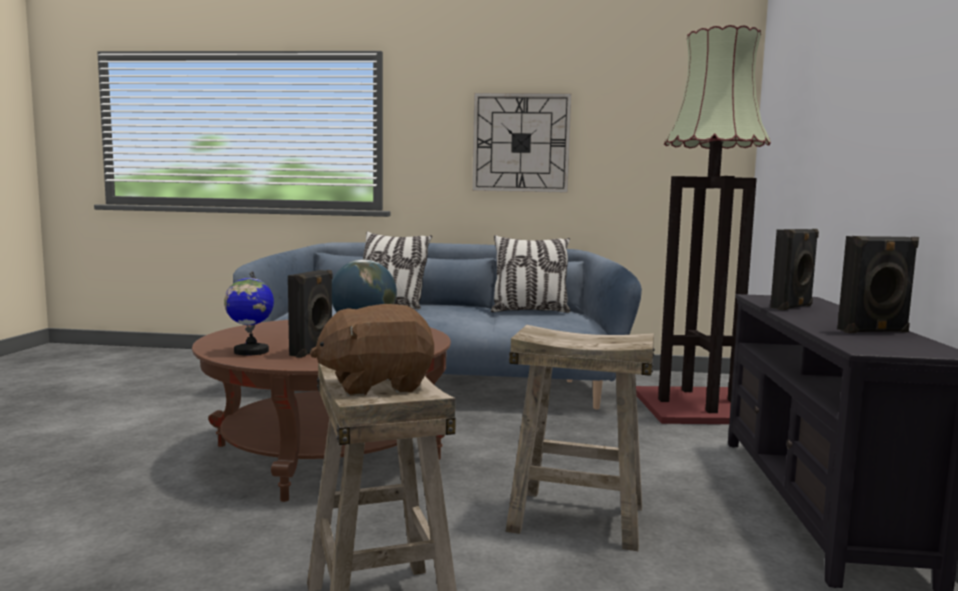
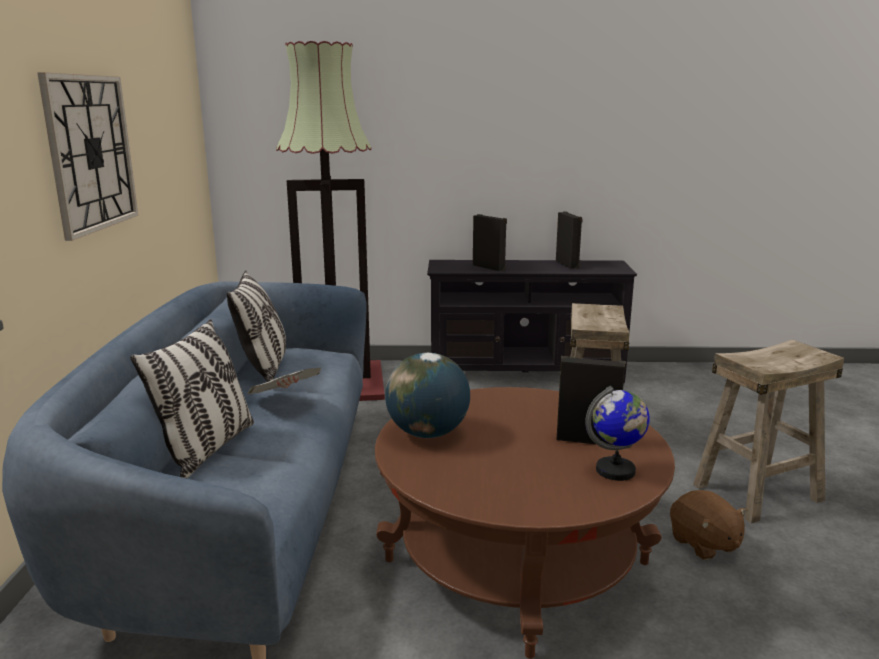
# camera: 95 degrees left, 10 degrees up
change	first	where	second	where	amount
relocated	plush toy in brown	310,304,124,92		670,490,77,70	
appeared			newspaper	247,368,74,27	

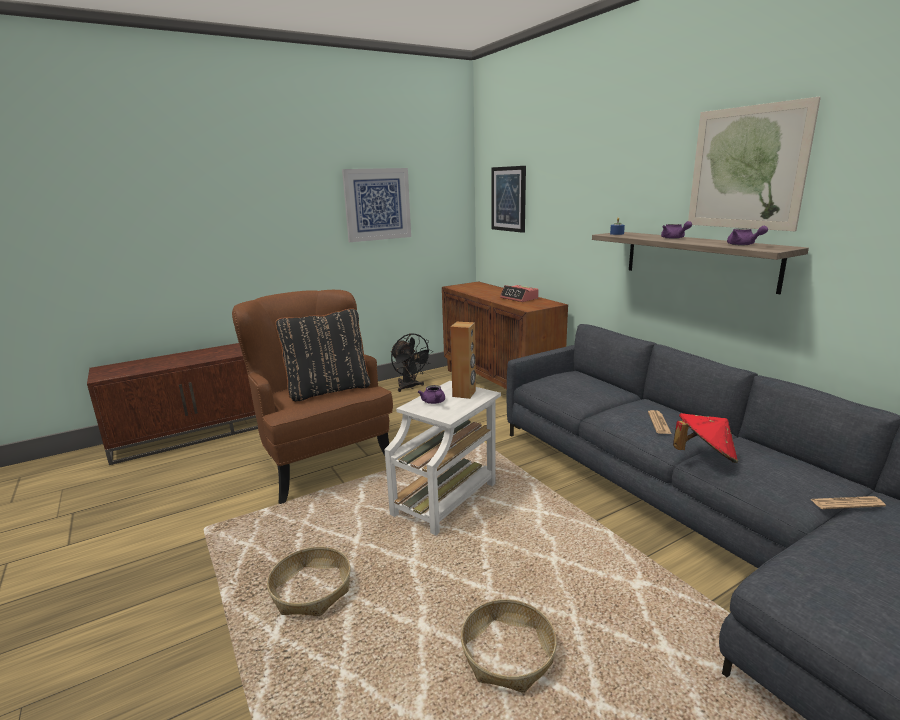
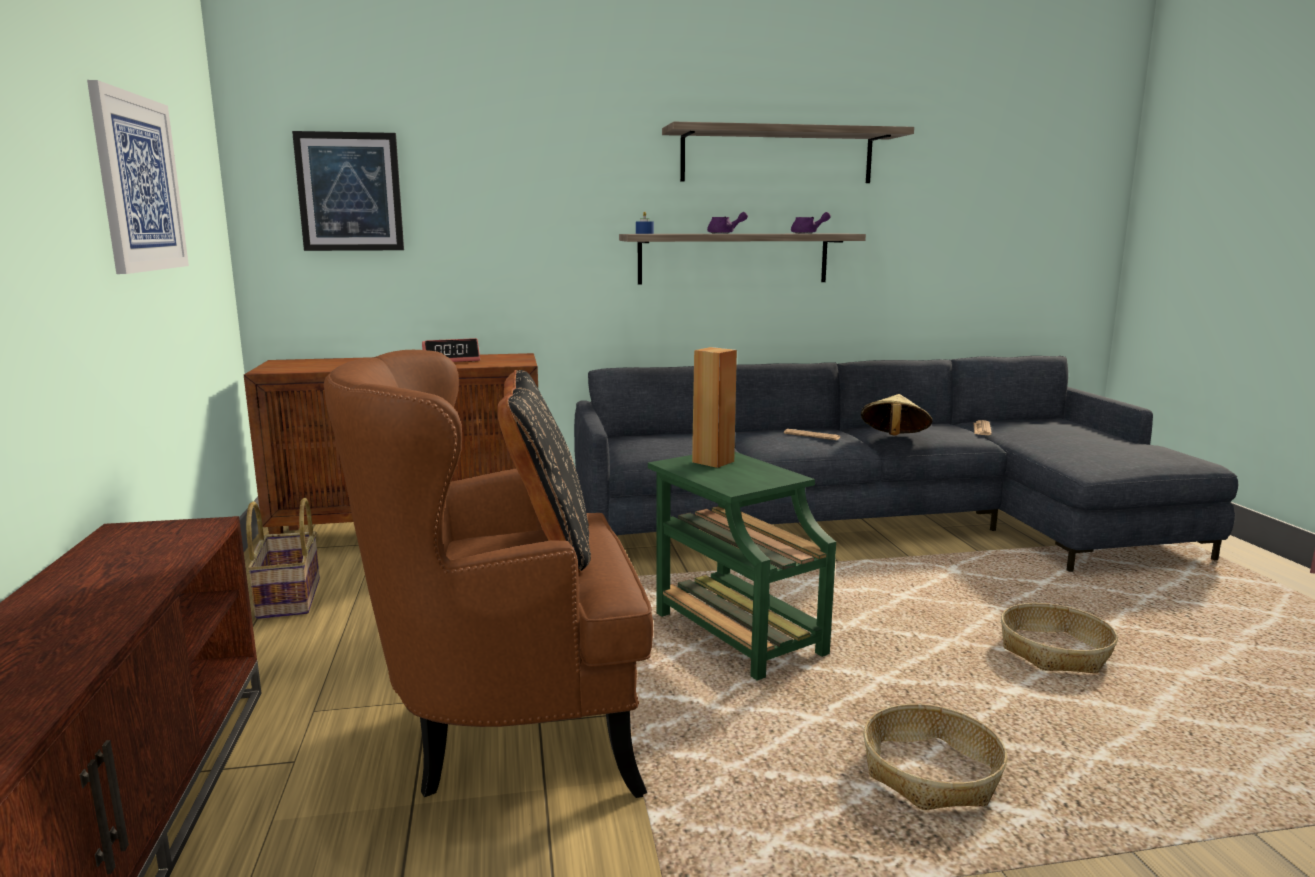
# camera: 70 degrees left, 5 degrees down
change	first	where	second	where	amount
exchanged	picture	688,97,133,134	shelf	662,122,252,61	
exchanged	fan in black	391,333,42,59	basket	246,498,74,121	
colour	side table in white	384,381,117,154	side table in green	648,452,188,229	
missing	teapot in purple	418,385,27,19			
colour	hat in red	673,413,65,50	hat in beige	861,394,72,41	

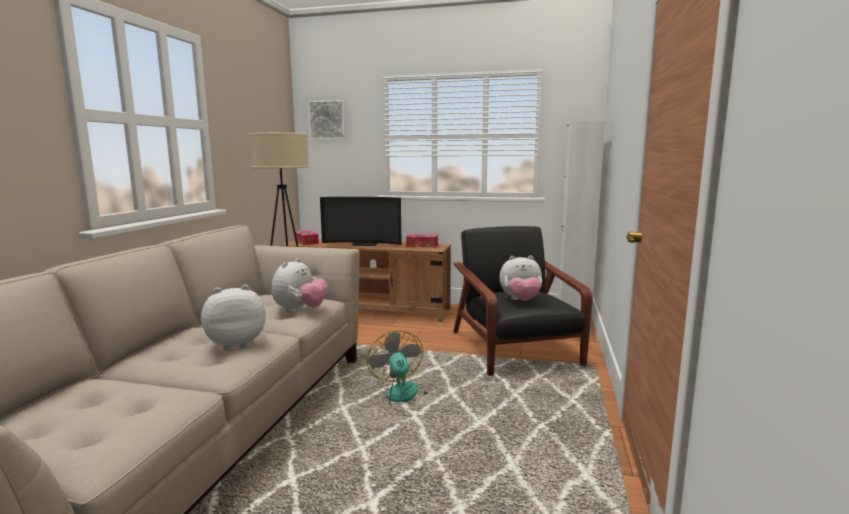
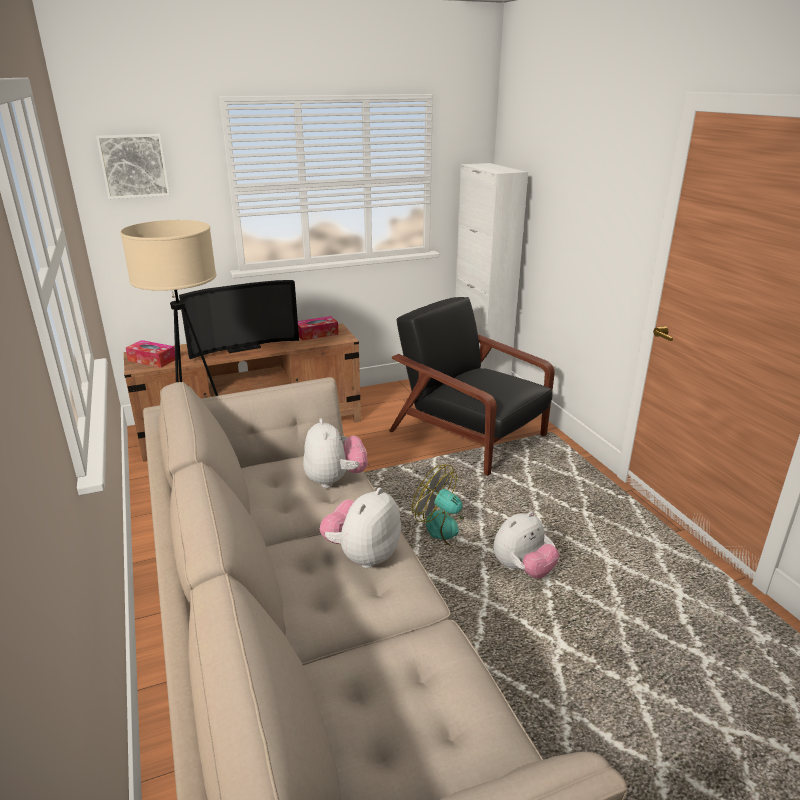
# camera: 35 degrees left, 15 degrees up
change	first	where	second	where	amount
relocated	plush toy	499,256,43,45		493,511,66,68	

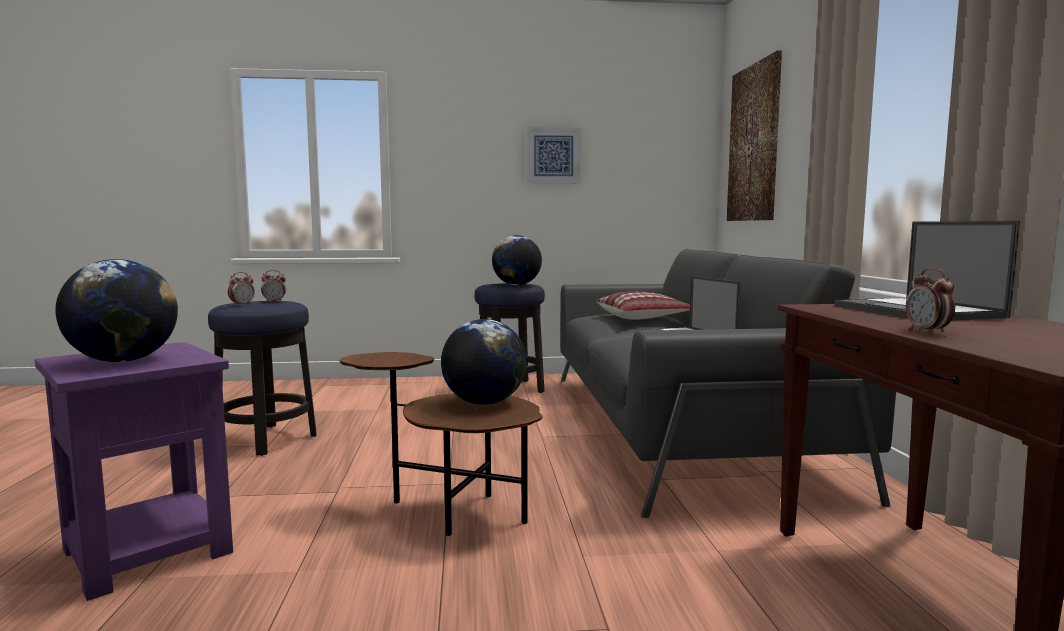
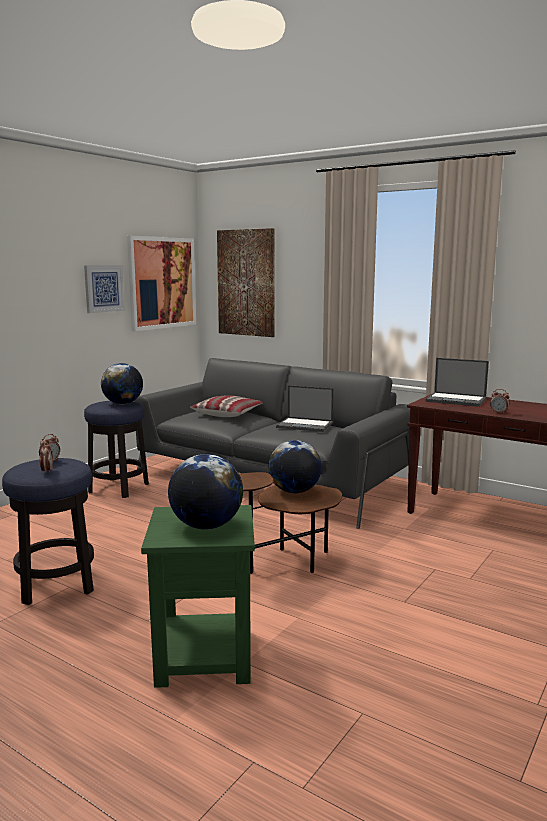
# camera: 50 degrees left, 5 degrees up
change	first	where	second	where	amount
colour	side table in purple	35,342,198,259	side table in green	141,505,114,183	
appeared			picture	127,236,69,95	

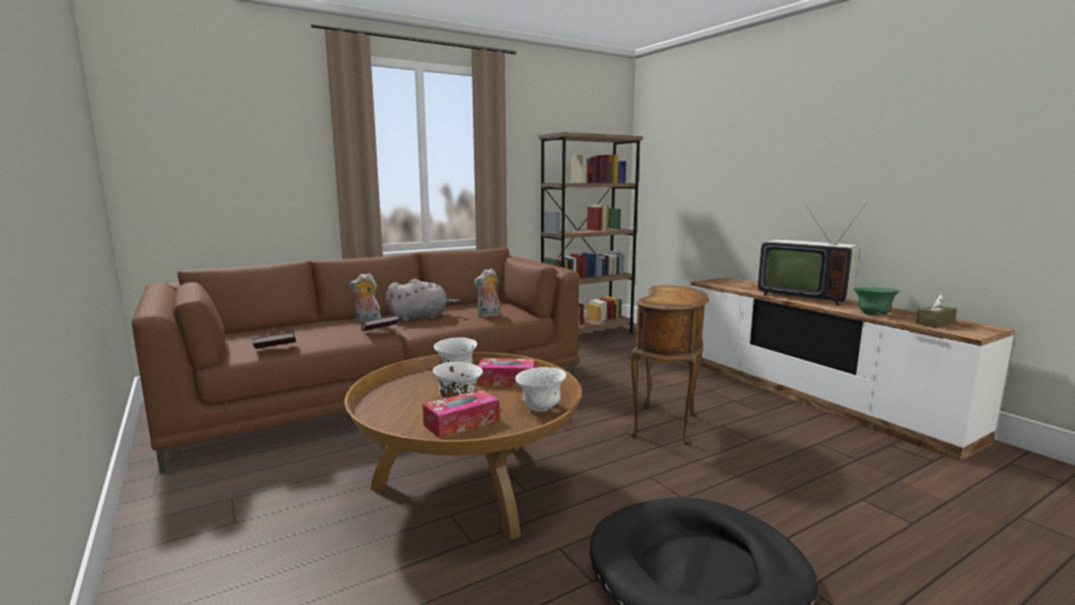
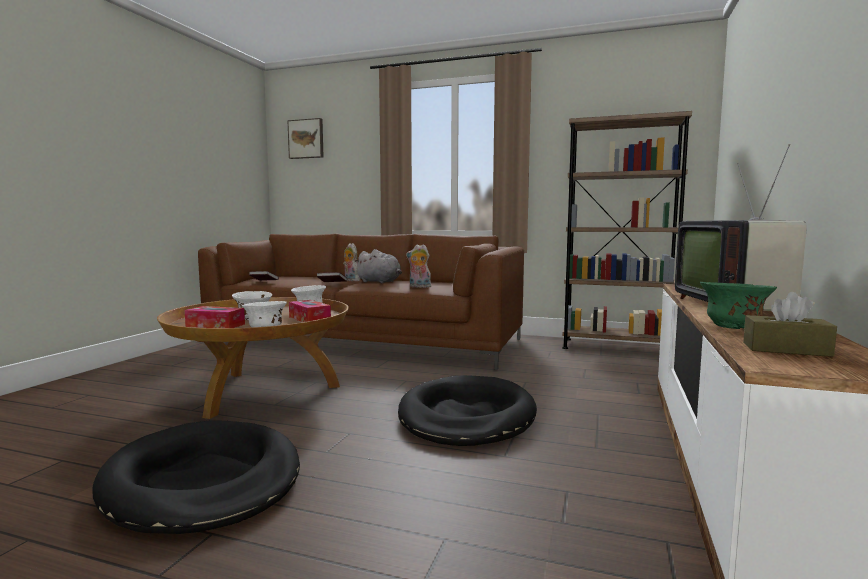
# camera: 50 degrees right, 5 degrees down
change	first	where	second	where	amount
exchanged	side table in brown	630,285,79,160	dog bed in black	398,375,139,71	
appeared			picture	287,118,37,41	

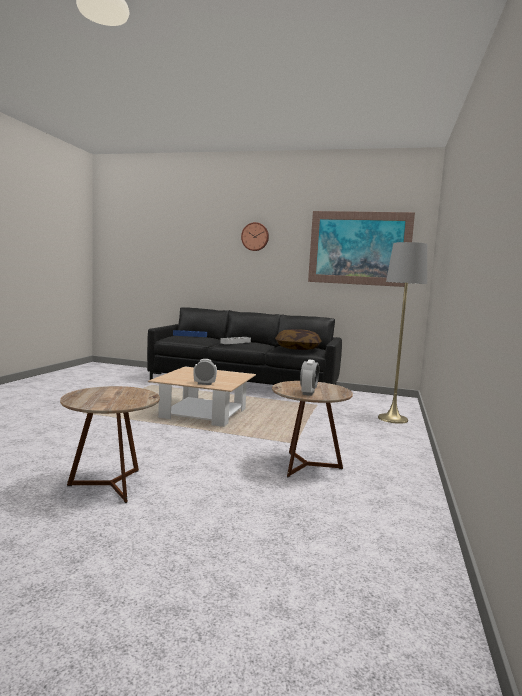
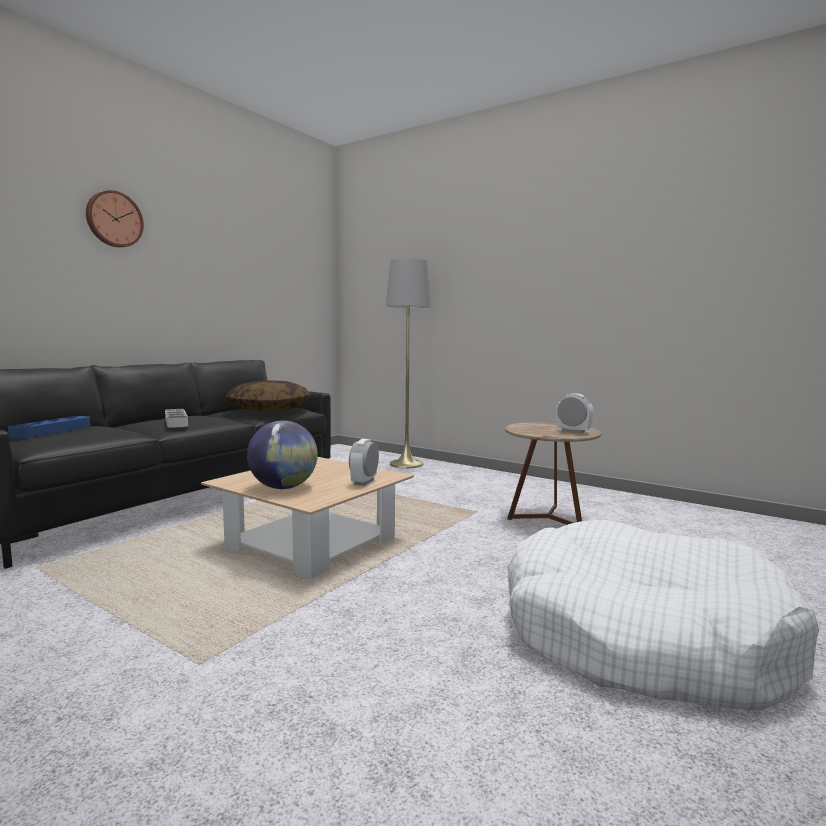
# camera: 70 degrees left, 0 degrees up
change	first	where	second	where	amount
missing	picture	308,211,107,76			
exchanged	side table in brown	60,386,100,117	dog bed in white	507,520,312,191	
appeared			globe	247,420,71,69	

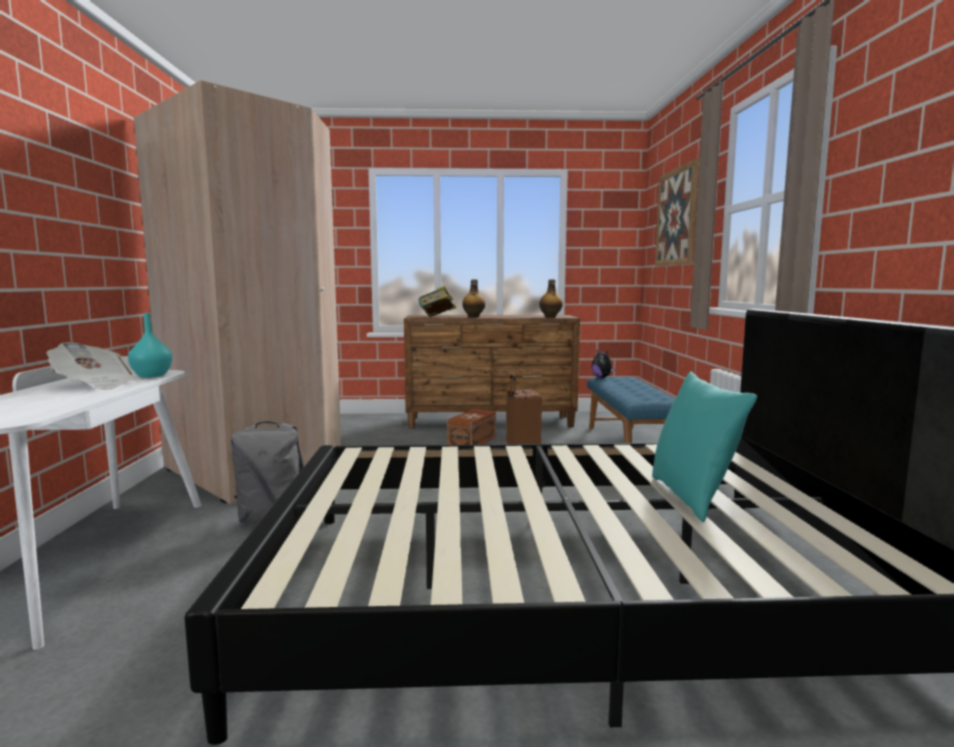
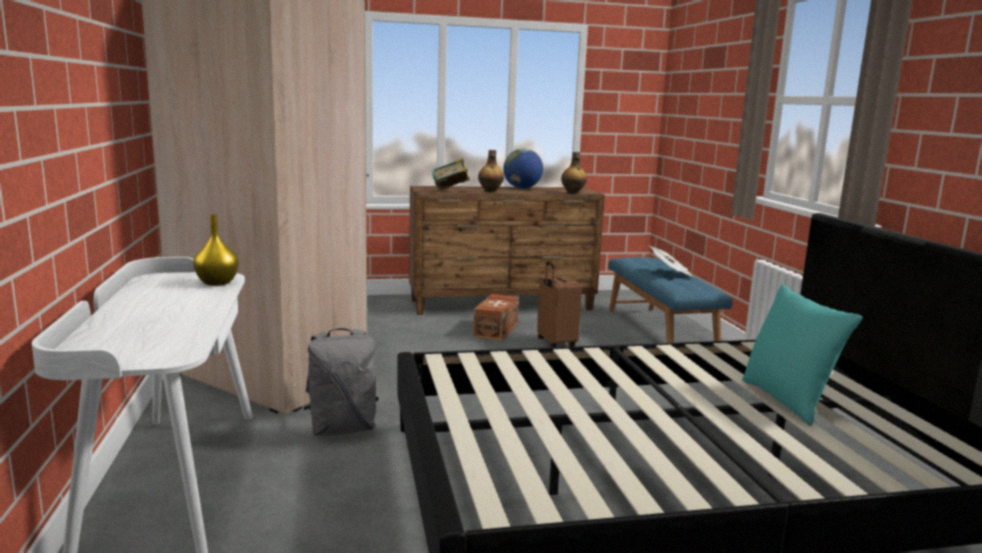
# camera: 10 degrees left, 5 degrees up
change	first	where	second	where	amount
missing	picture	655,159,44,107			
colour	vase in turquoise	128,313,44,65	vase in yellow	193,214,46,72	
relocated	newspaper	46,342,90,48		648,245,45,32	
missing	plush toy	592,349,23,29			
appeared			globe	503,149,40,40	

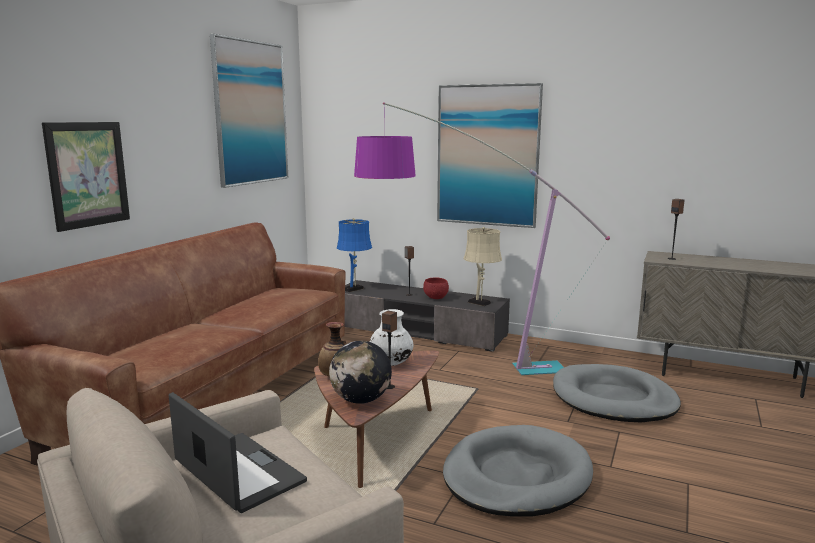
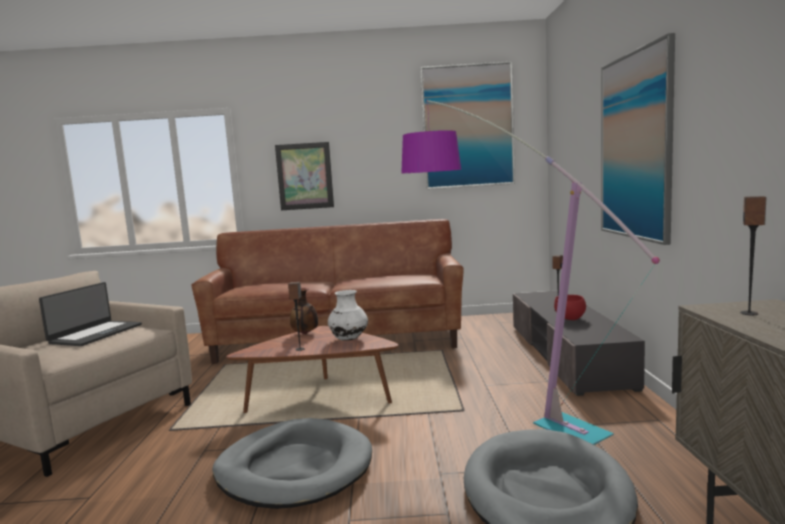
# camera: 65 degrees right, 5 degrees down
change	first	where	second	where	amount
missing	table lamp in blue	337,218,35,74			
missing	table lamp in beige	464,227,38,79			
missing	globe	329,341,63,63			

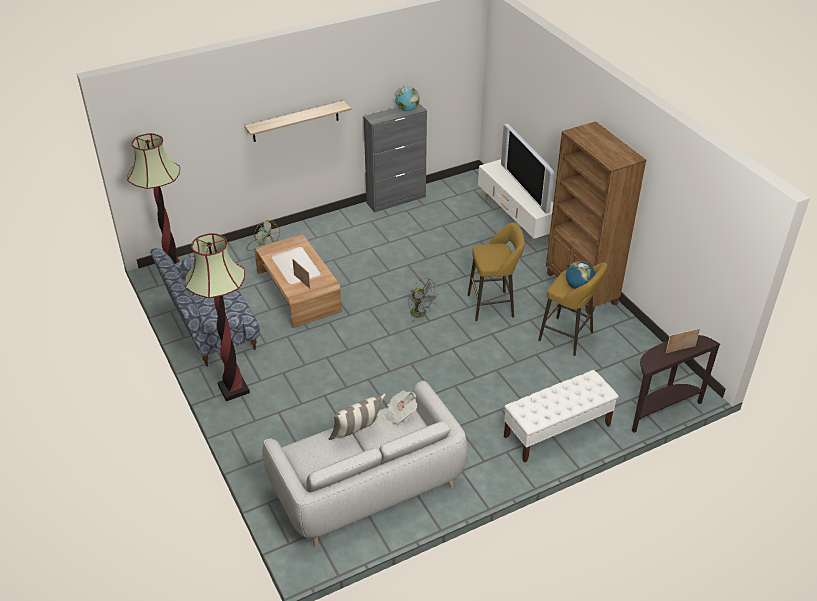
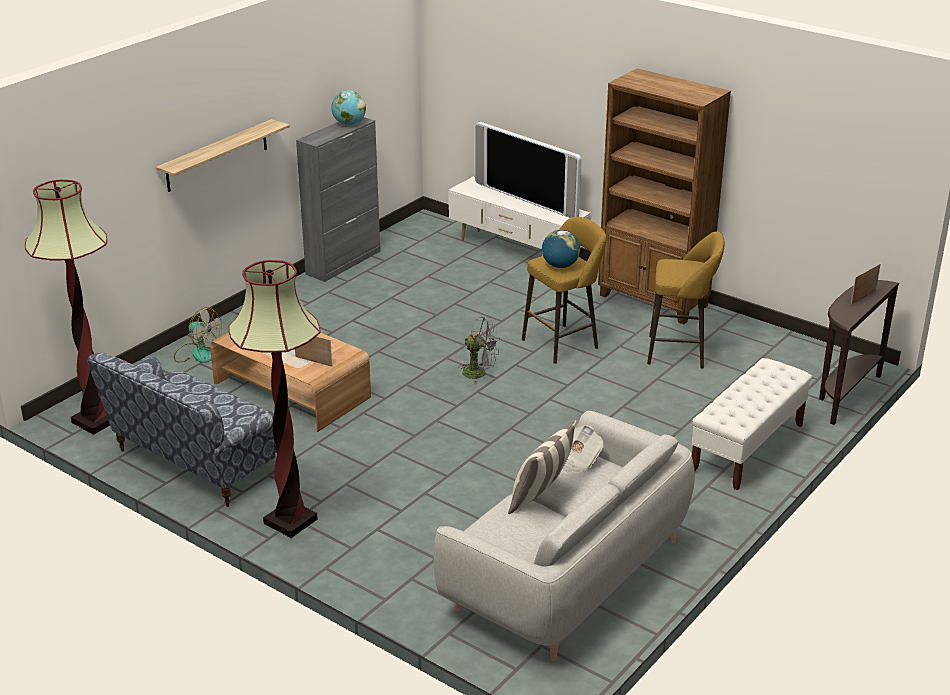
# camera: 25 degrees left, 10 degrees down
change	first	where	second	where	amount
relocated	globe	566,261,29,28		542,230,38,38	

